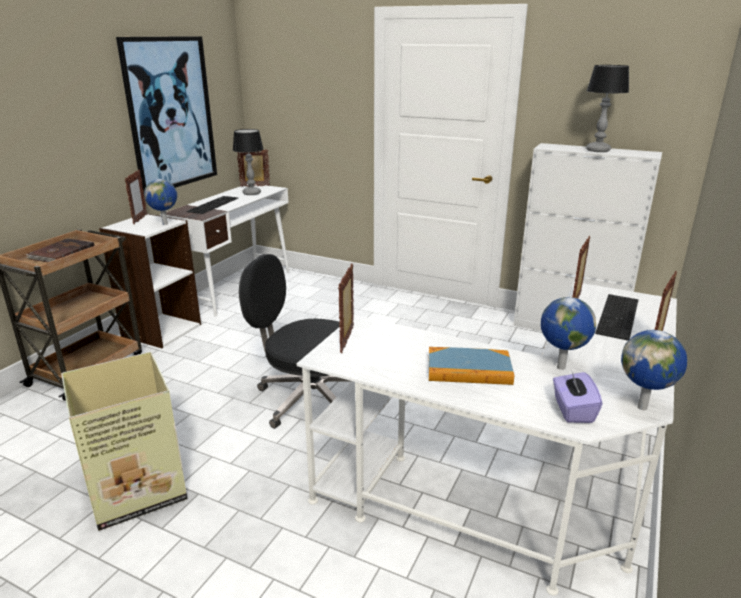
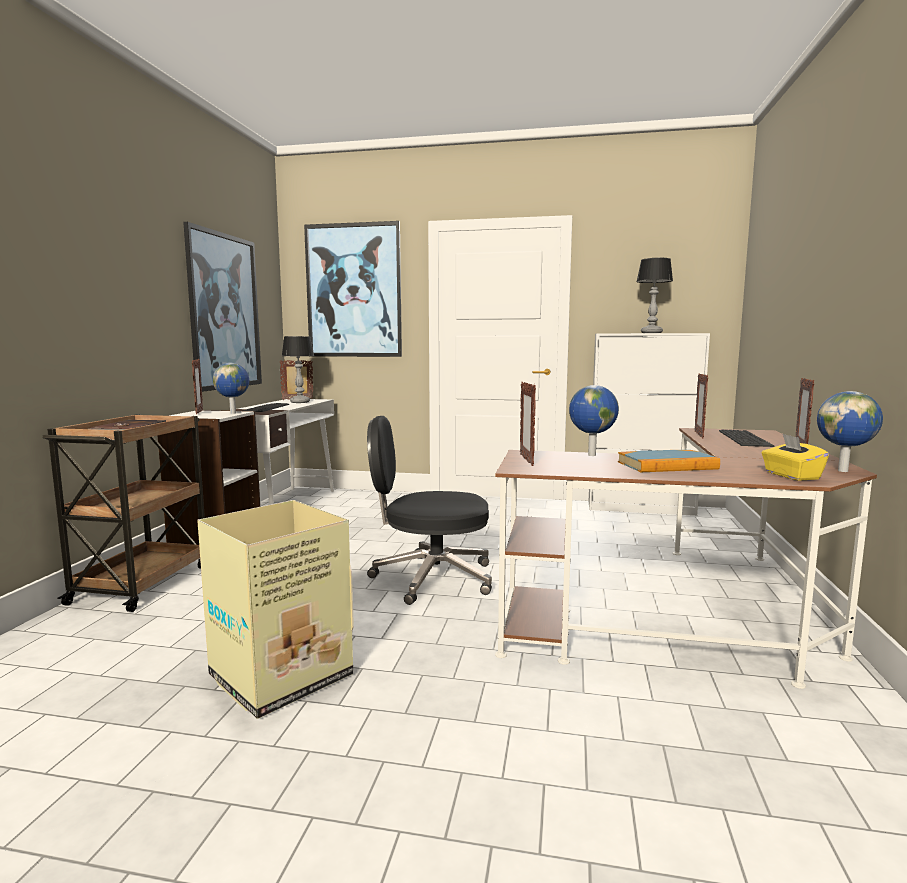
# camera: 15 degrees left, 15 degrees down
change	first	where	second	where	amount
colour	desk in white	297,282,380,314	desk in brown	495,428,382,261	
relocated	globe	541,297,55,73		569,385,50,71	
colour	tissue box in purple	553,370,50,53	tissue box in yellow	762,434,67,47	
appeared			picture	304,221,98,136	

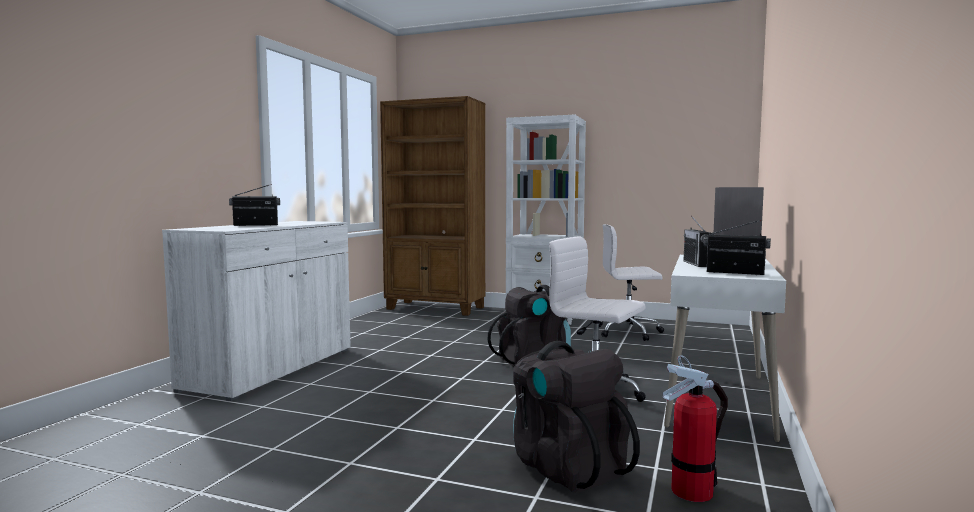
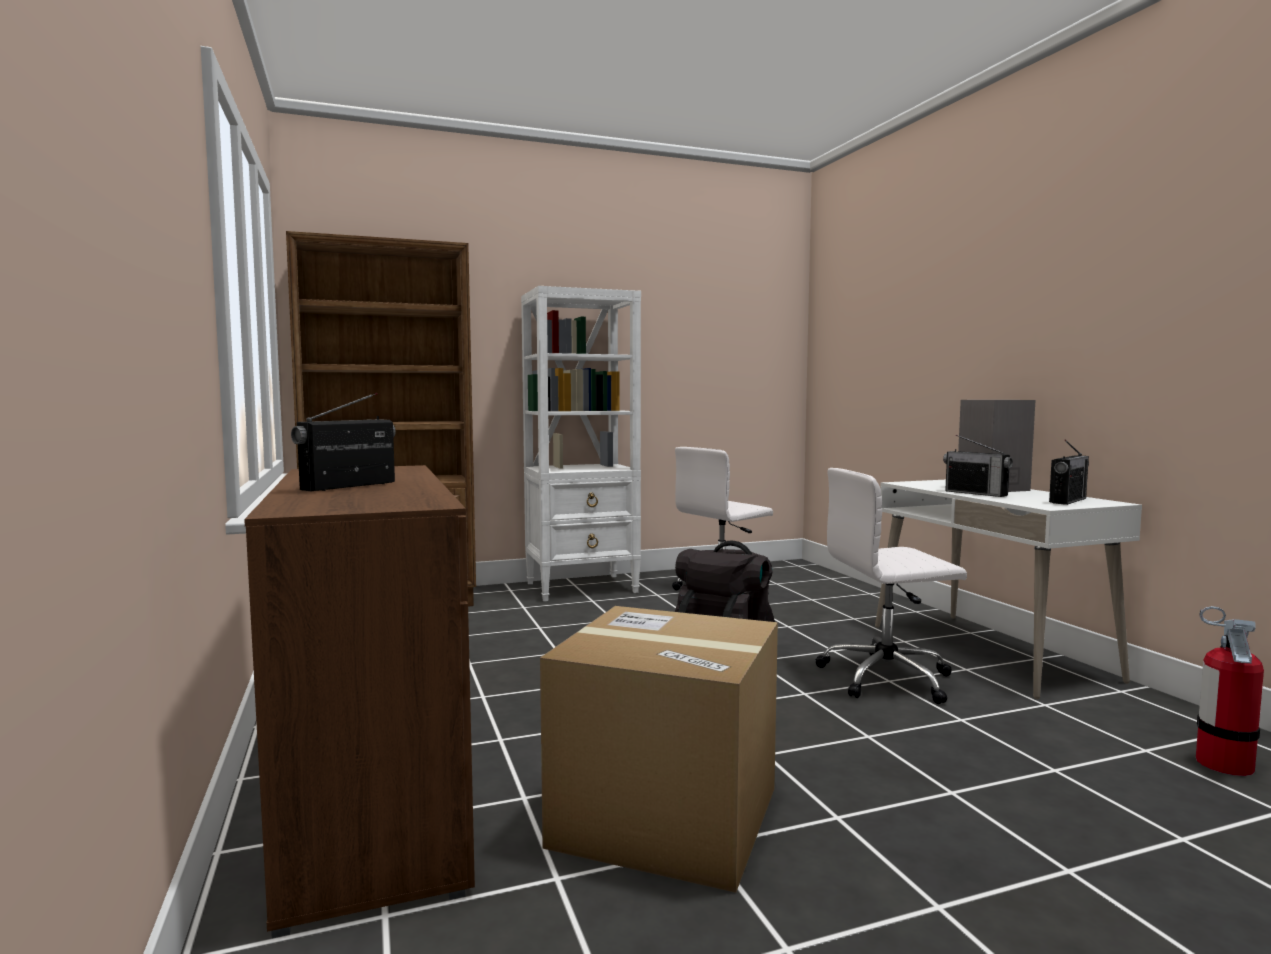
# camera: 40 degrees left, 0 degrees up
change	first	where	second	where	amount
spun	radio	704,220,67,55		1049,440,40,65	150 degrees clockwise
colour	cabinet in white	162,221,189,180	cabinet in brown	244,465,231,473	
missing	backpack in black	513,341,127,152			
appeared			cardboard box	540,606,238,287	

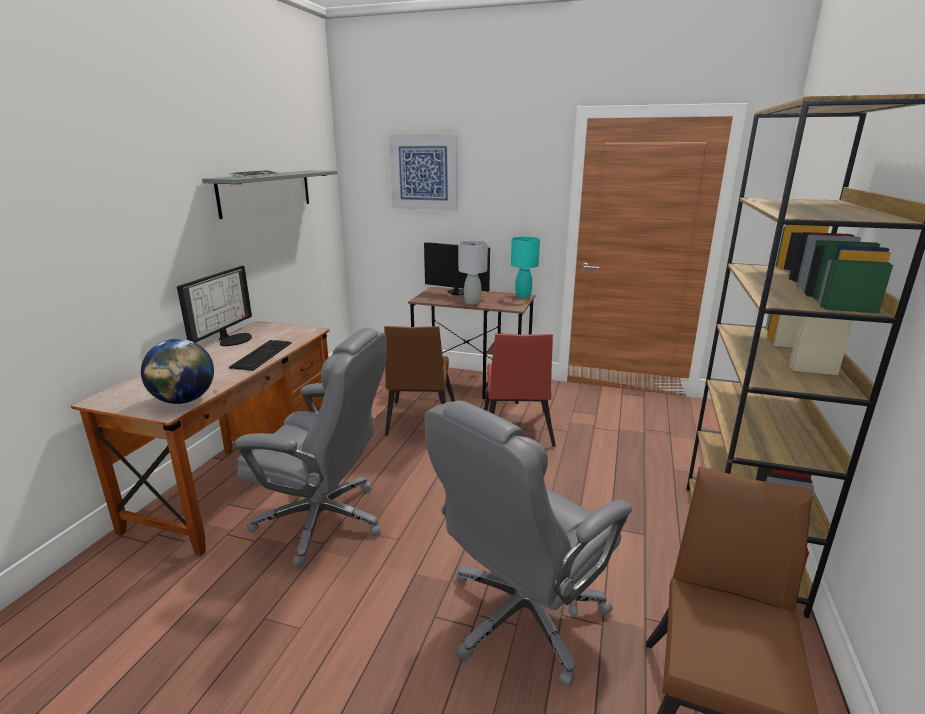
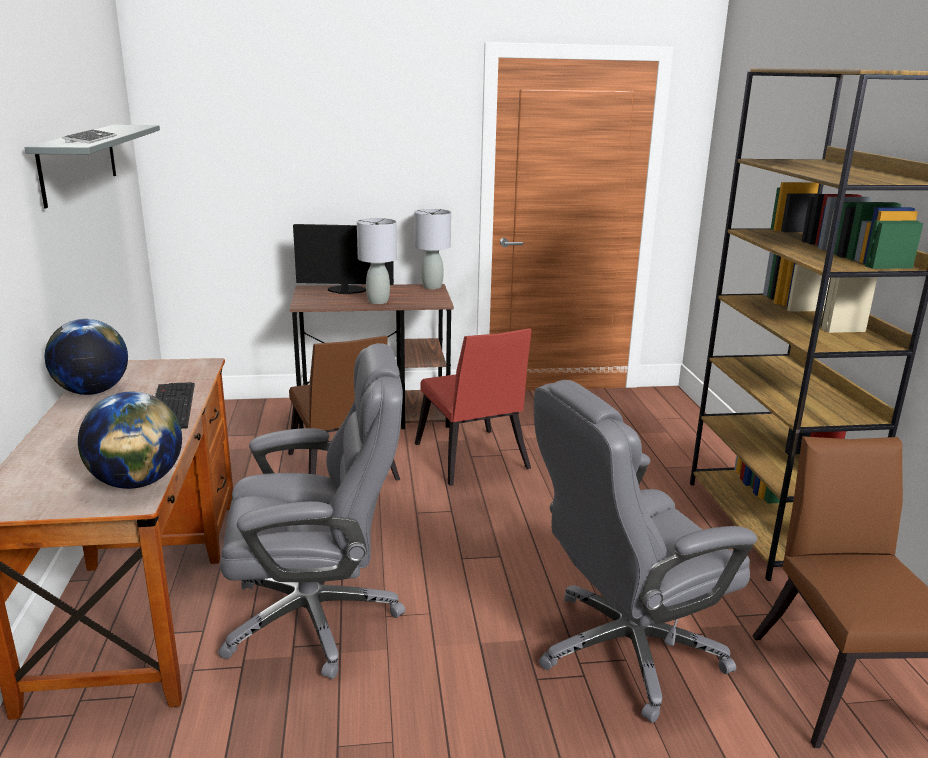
# camera: 25 degrees left, 0 degrees up
change	first	where	second	where	amount
missing	picture	389,135,68,75			
colour	table lamp in turquoise	511,237,29,61	table lamp in grey	414,209,37,80	
exchanged	monitor	177,266,75,80	globe	45,319,83,76	
spun	office chair in grey	425,400,207,287		534,380,223,343	45 degrees clockwise

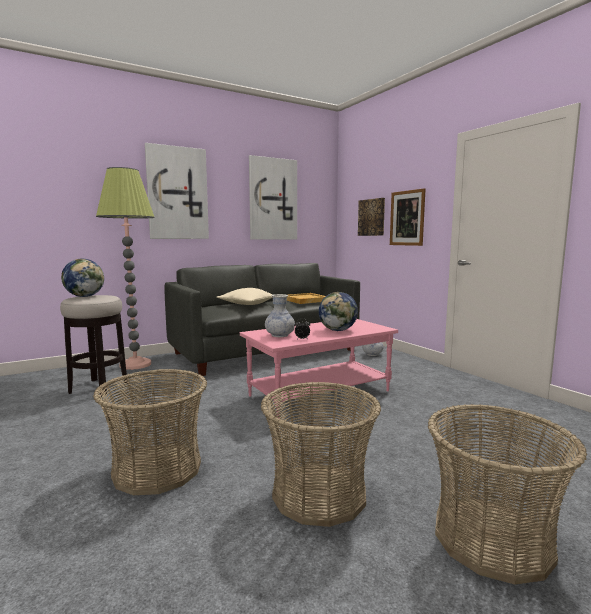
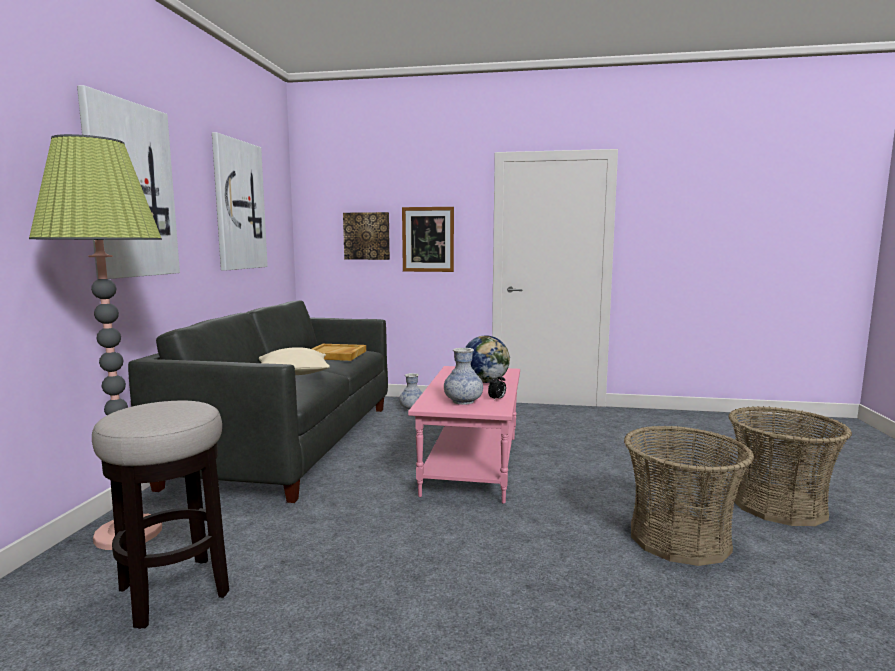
# camera: 50 degrees left, 0 degrees up
change	first	where	second	where	amount
missing	globe	61,259,43,38			
missing	basket	93,369,114,126			

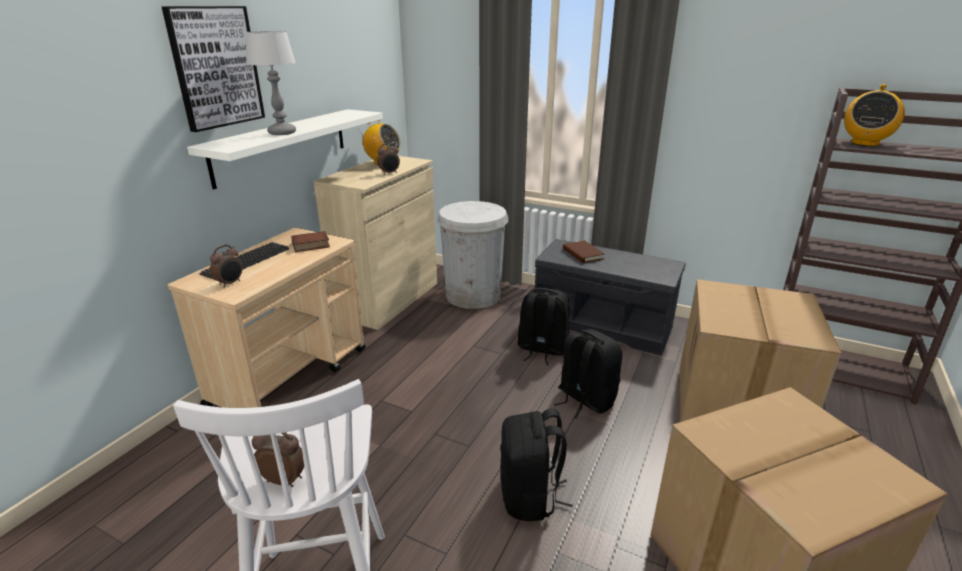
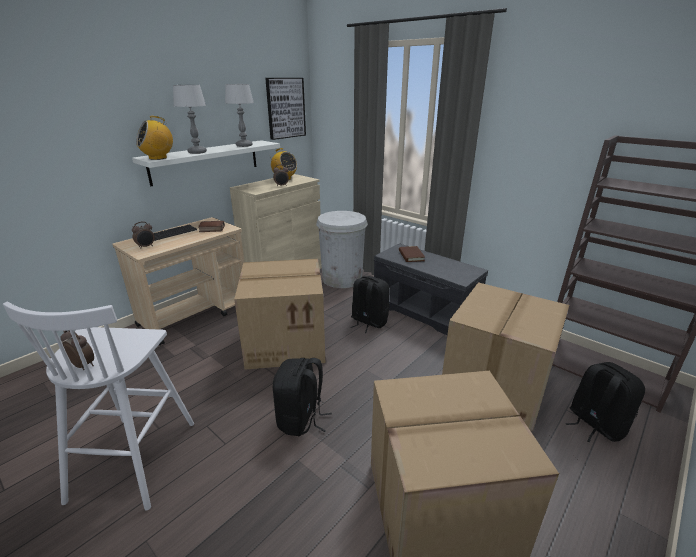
# camera: 15 degrees right, 0 degrees up
change	first	where	second	where	amount
relocated	picture	161,6,104,126		265,78,41,62	
relocated	radio	844,84,61,62		136,116,37,44	
relocated	backpack in black	554,329,68,90		566,362,79,80	
appeared			table lamp	225,84,29,63	
appeared			cardboard box	234,259,91,111	

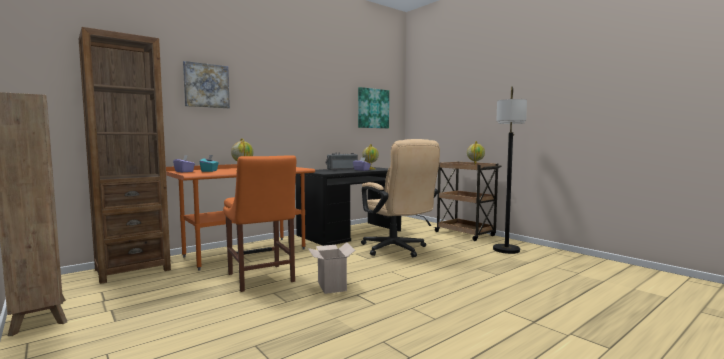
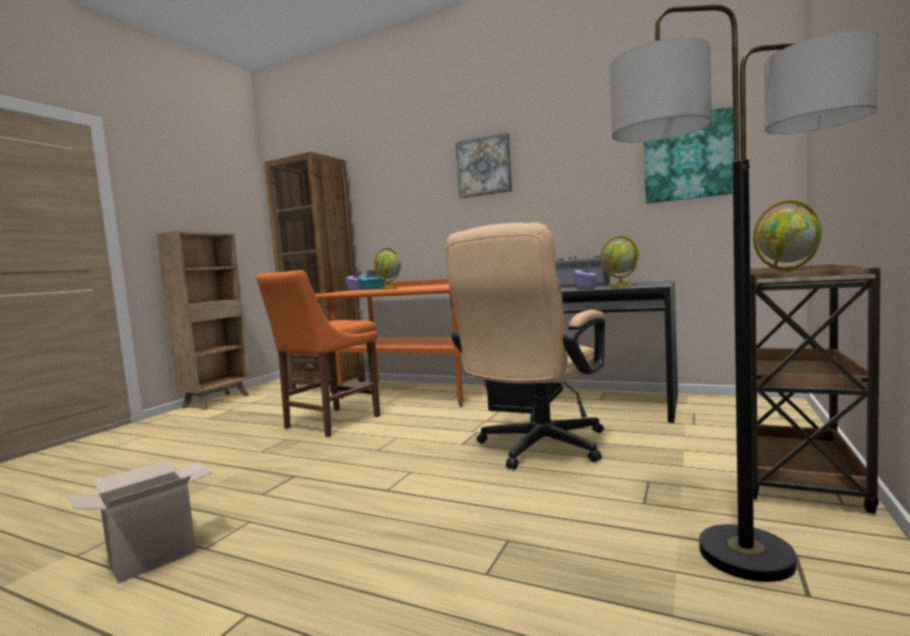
# camera: 65 degrees right, 0 degrees up
change	first	where	second	where	amount
relocated	picture	183,61,47,47		456,133,56,65	
relocated	cardboard box	308,242,48,52		68,460,145,123	

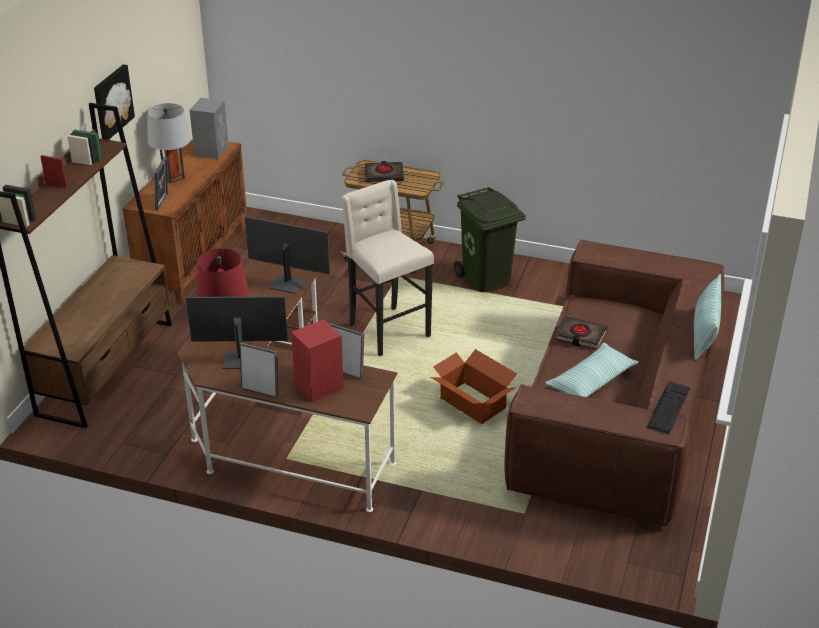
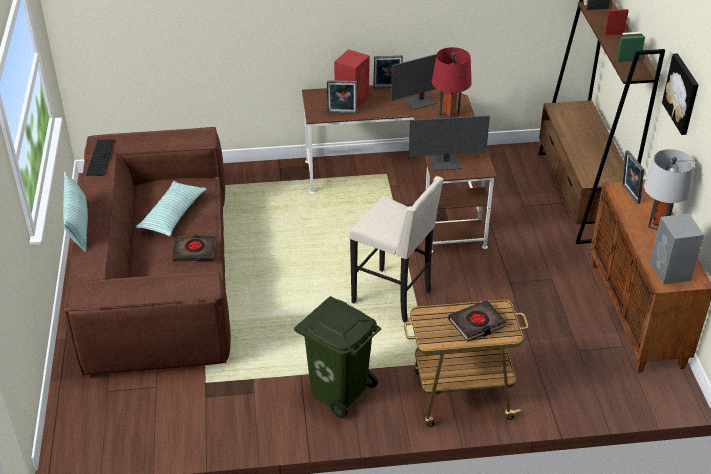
# camera: 155 degrees right, 5 degrees up
change	first	where	second	where	amount
missing	cardboard box	431,349,86,75			

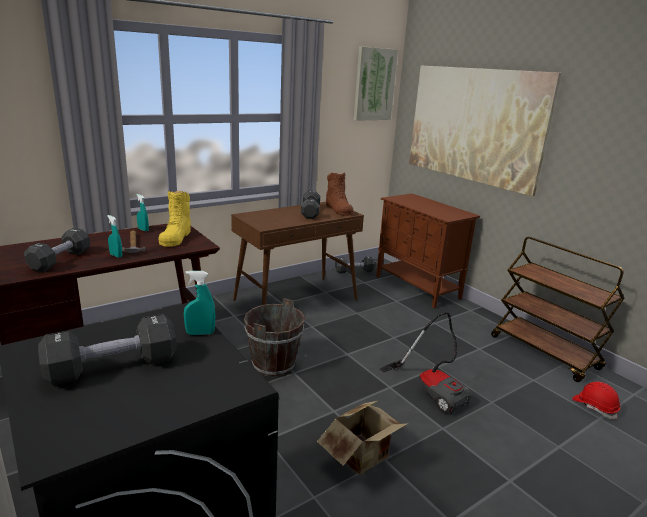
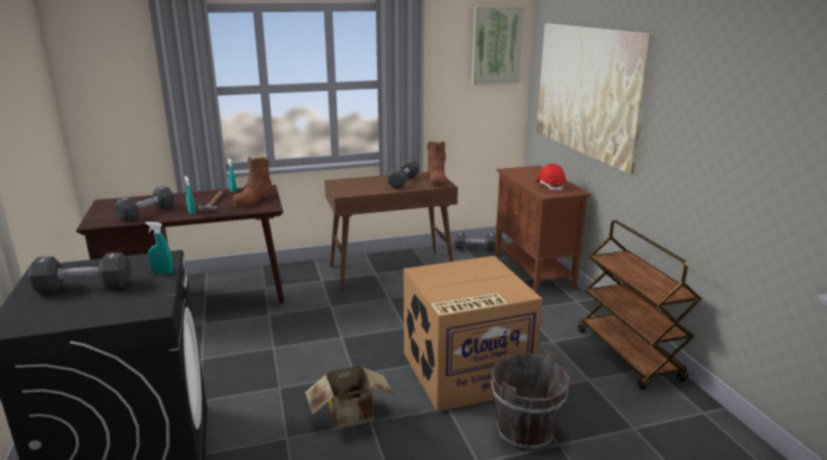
# camera: 20 degrees right, 0 degrees up
change	first	where	second	where	amount
colour	boot in yellow	158,191,33,56	boot in brown	233,156,39,51	
relocated	bucket in brown	244,298,61,79		491,349,79,102	
exchanged	vacuum cleaner	379,312,92,103	cardboard box	404,256,138,156	
relocated	hard hat in red	572,382,48,37		536,164,30,27	

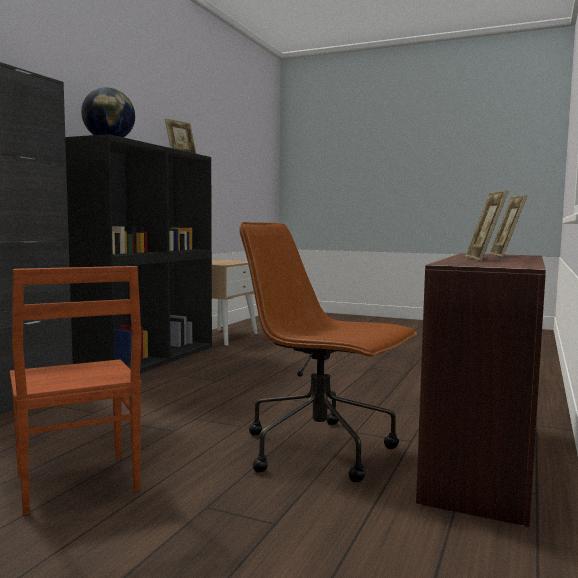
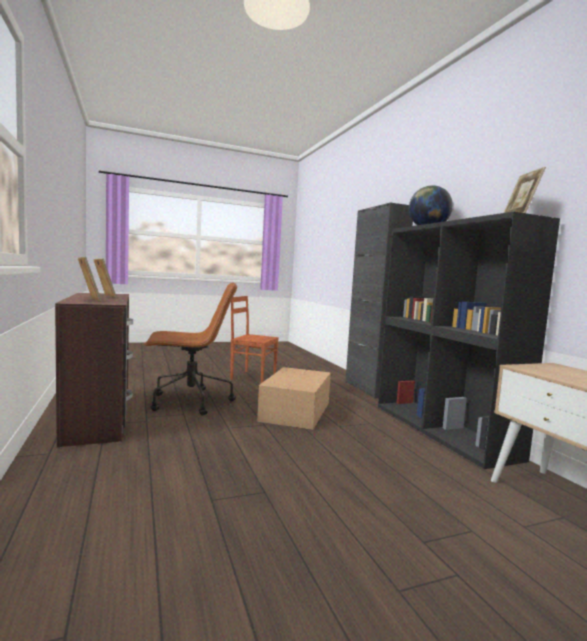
# camera: 135 degrees right, 0 degrees up
change	first	where	second	where	amount
appeared			cardboard box	257,367,74,63	

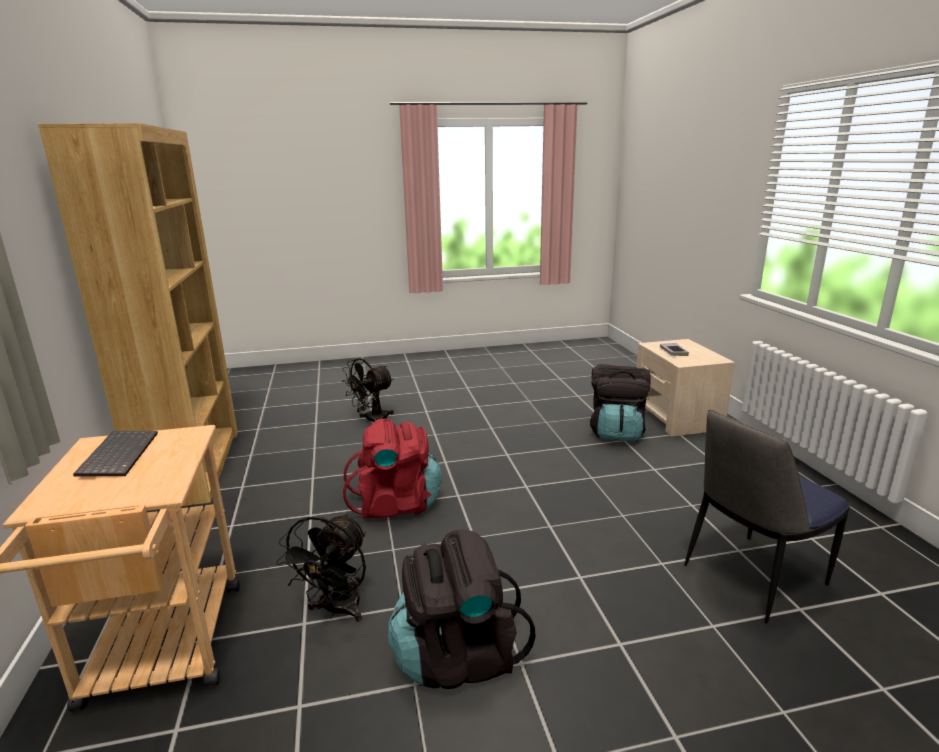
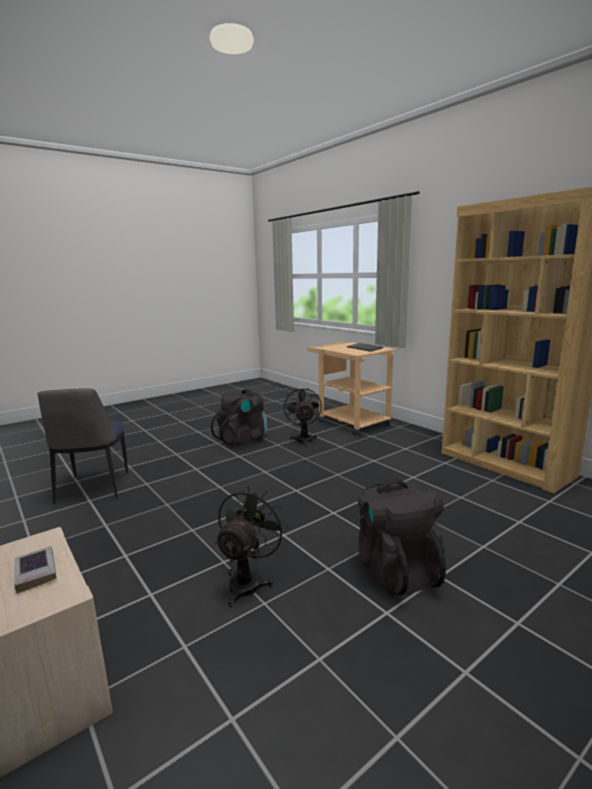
# camera: 155 degrees right, 5 degrees down
change	first	where	second	where	amount
relocated	fan in black	342,358,52,64		215,486,73,121	
relocated	backpack in black	590,364,61,77		358,478,88,118	
spun	chair	684,410,166,213		38,388,90,116	135 degrees clockwise
missing	backpack in red	343,419,99,100			

